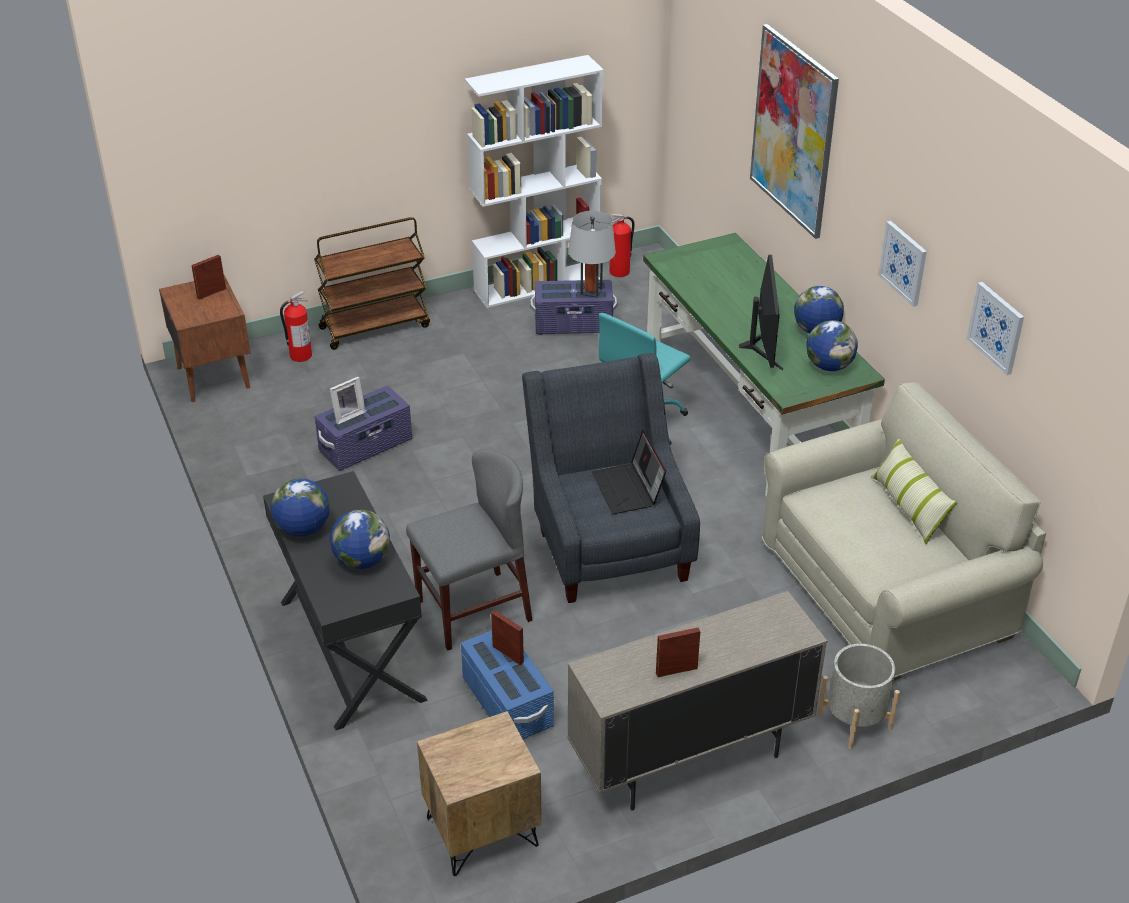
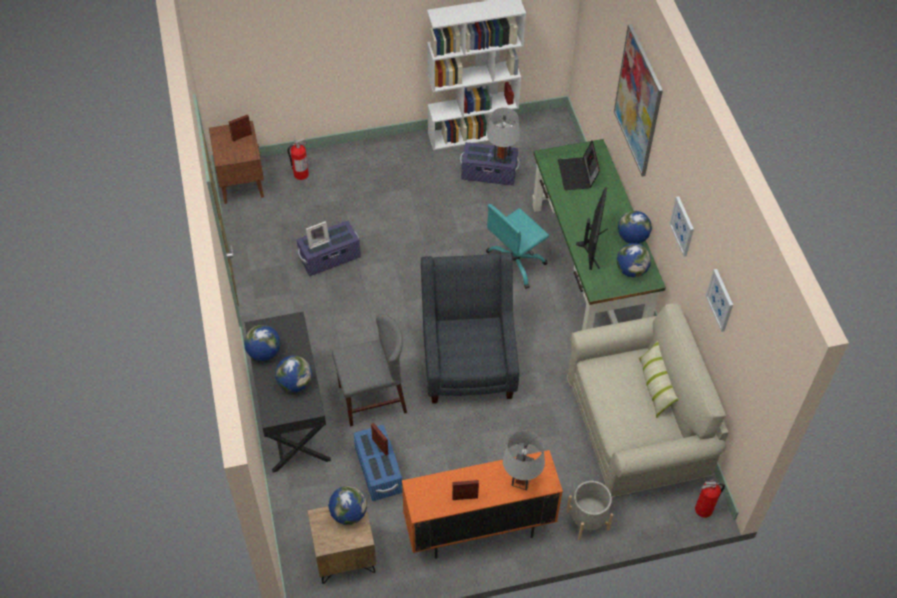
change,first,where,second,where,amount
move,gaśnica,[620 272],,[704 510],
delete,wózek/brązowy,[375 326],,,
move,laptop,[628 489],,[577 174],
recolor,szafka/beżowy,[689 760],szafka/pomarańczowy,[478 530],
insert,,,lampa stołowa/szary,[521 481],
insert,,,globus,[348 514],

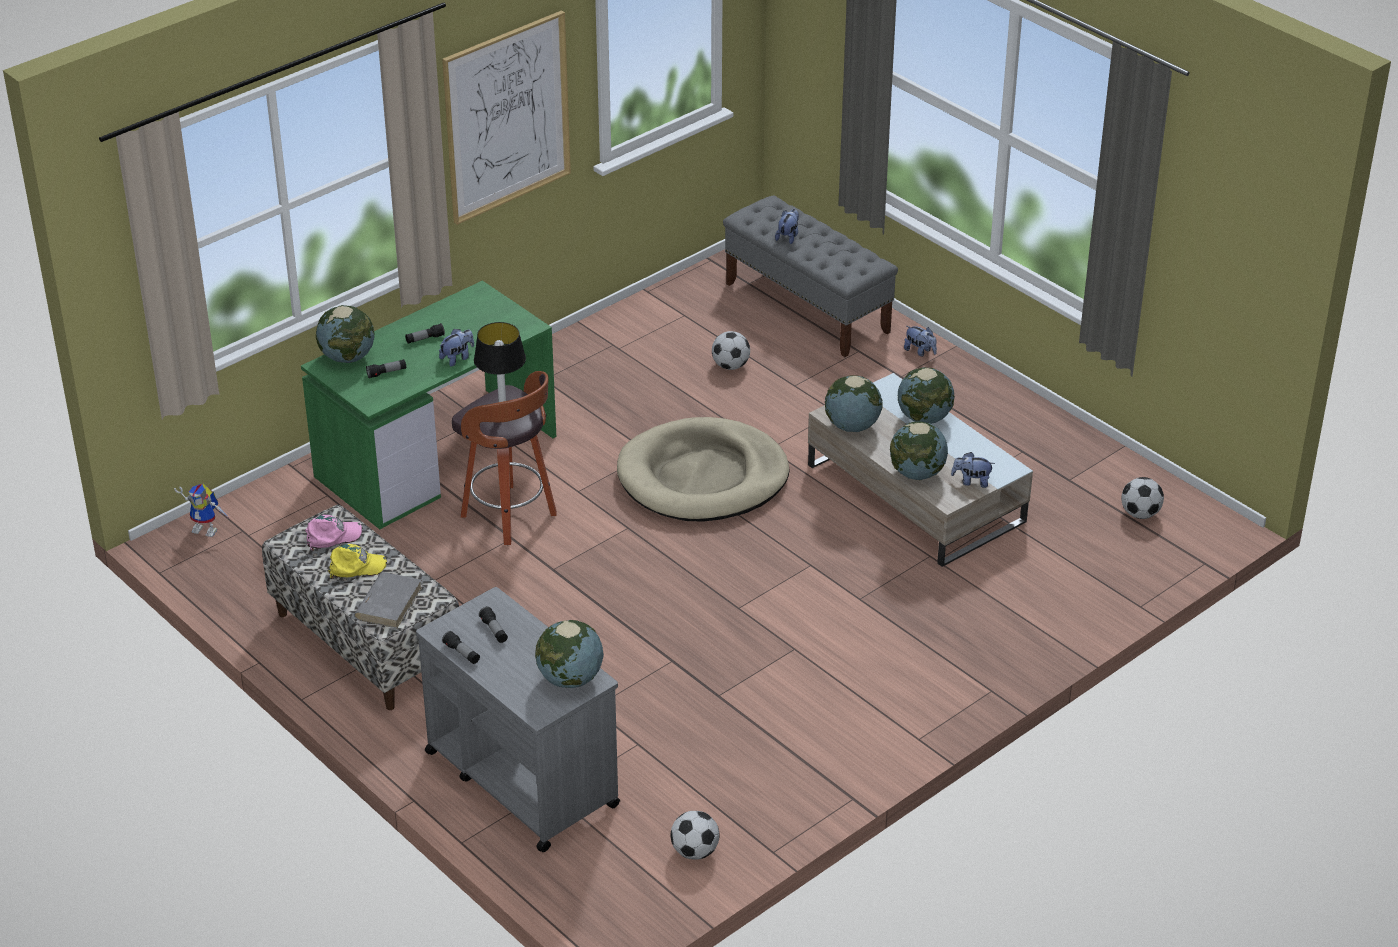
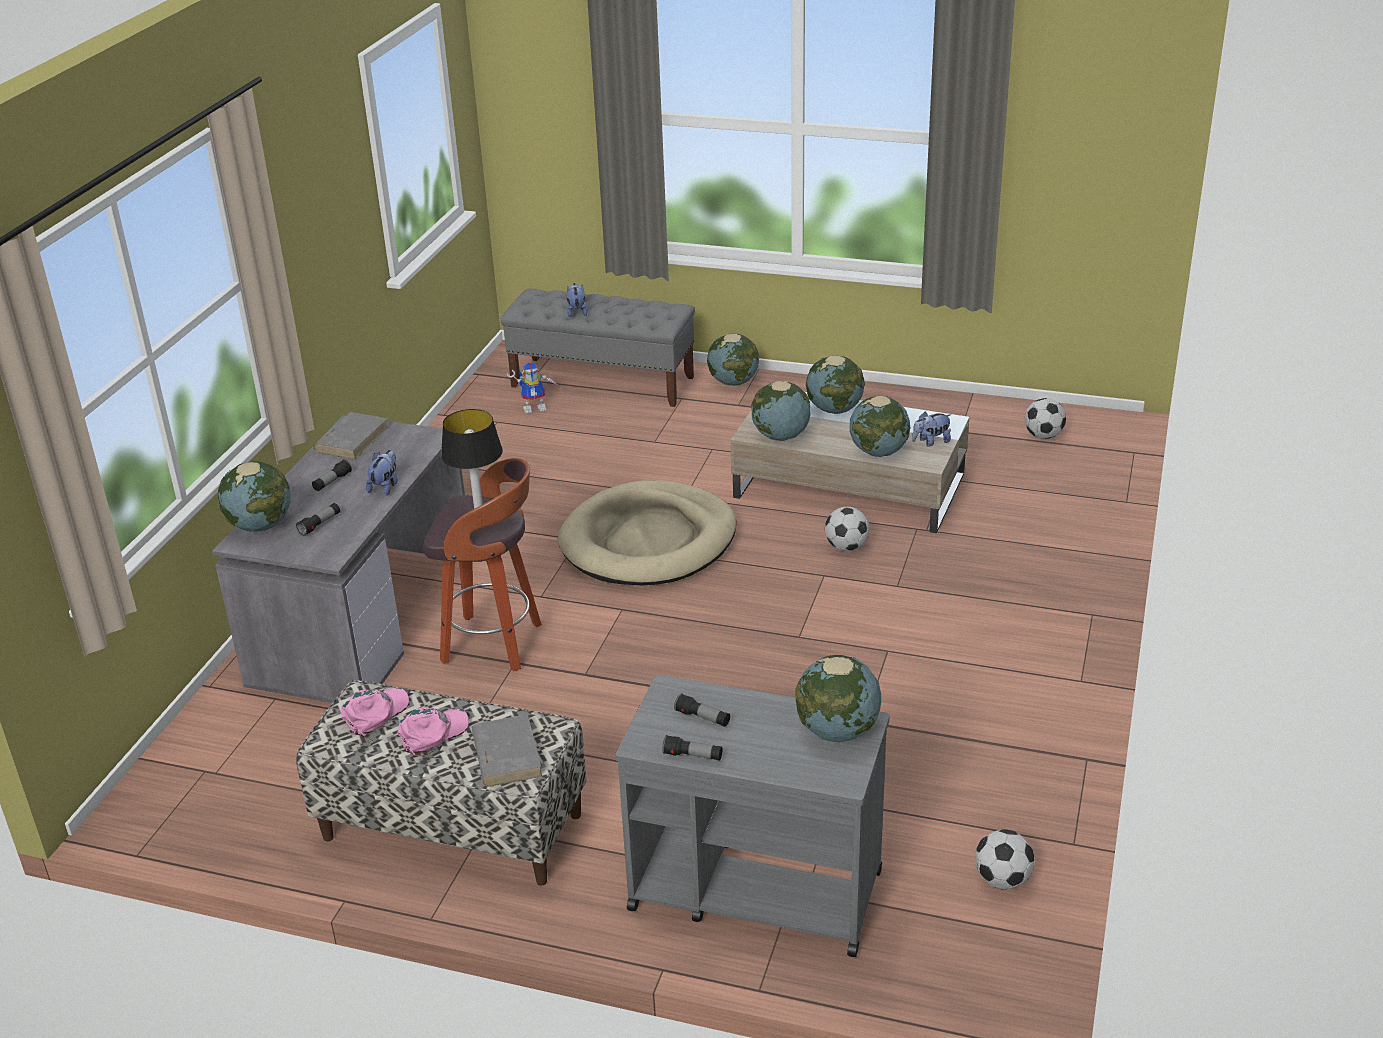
change,first,where,second,where,amount
delete,obraz,[507 117],,,
recolor,biurko/zielony,[436 455],biurko/szary,[363 618],
replace,pluszak,[920 351],globus,[734 382],
move,piłka futbolowa,[730 366],,[846 547],
move,robot zabawkowy,[208 529],,[536 407],
recolor,czapka z daszkiem/żółty,[356 566],czapka z daszkiem/różowy,[433 733],
insert,,,książka/szary,[352 439],

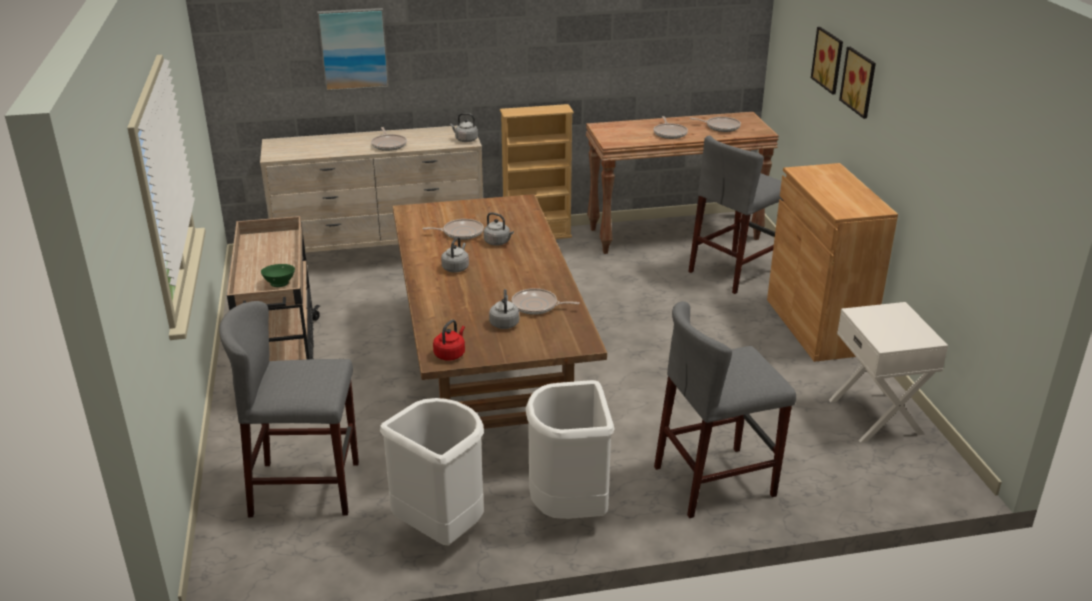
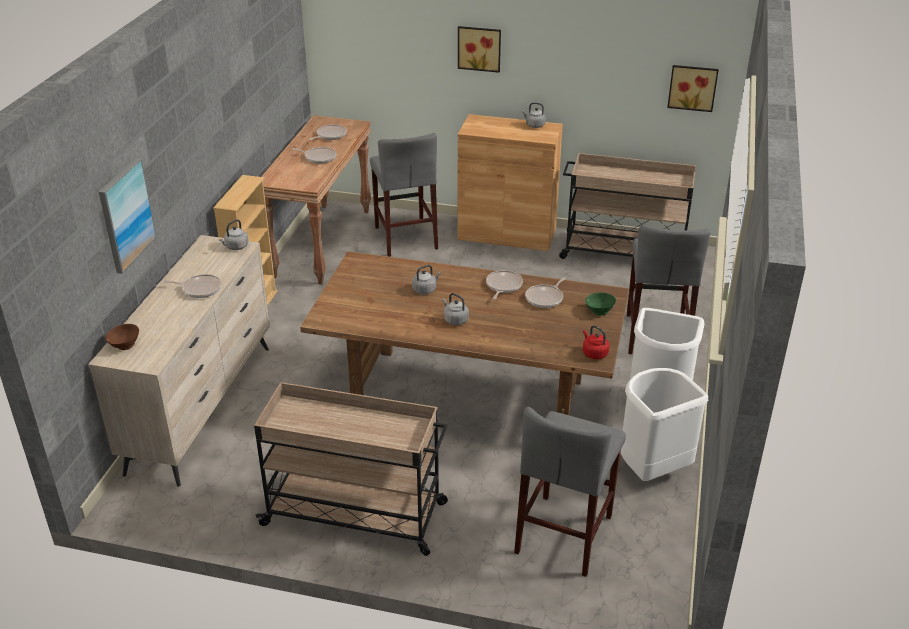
change,first,where,second,where,amount
move,obraz,[830 60],,[692 87],
move,patelnia,[460 233],,[503 286],
move,miska/zielony,[280 283],,[599 311],
move,czajnik/szary,[504 323],,[534 125],
replace,szafka nocna/biały,[877 416],wózek/beżowy,[623 253],
insert,,,miska/brązowy,[124 345],

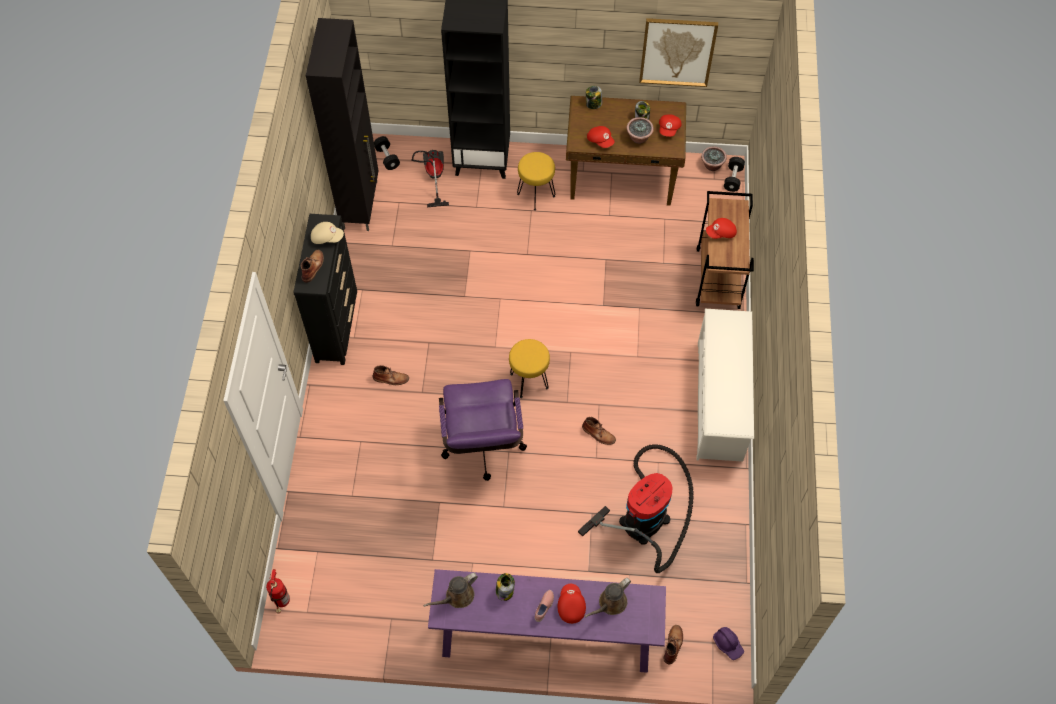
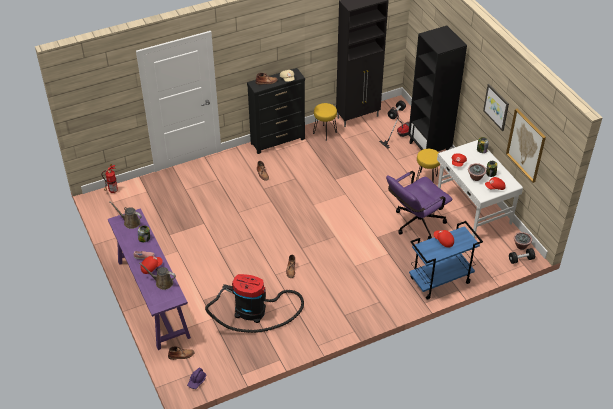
change,first,where,second,where,amount
recolor,biurko/brązowy,[622 177],biurko/biały,[473 209],
recolor,wózek/brązowy,[718 279],wózek/niebieski,[440 281],
delete,regał na buty/biały,[720 402],,,
move,stołek/żółty,[529 380],,[325 132],
move,krzesło biurowe/fioletowy,[483 449],,[415 224],
insert,,,obraz,[496 107],

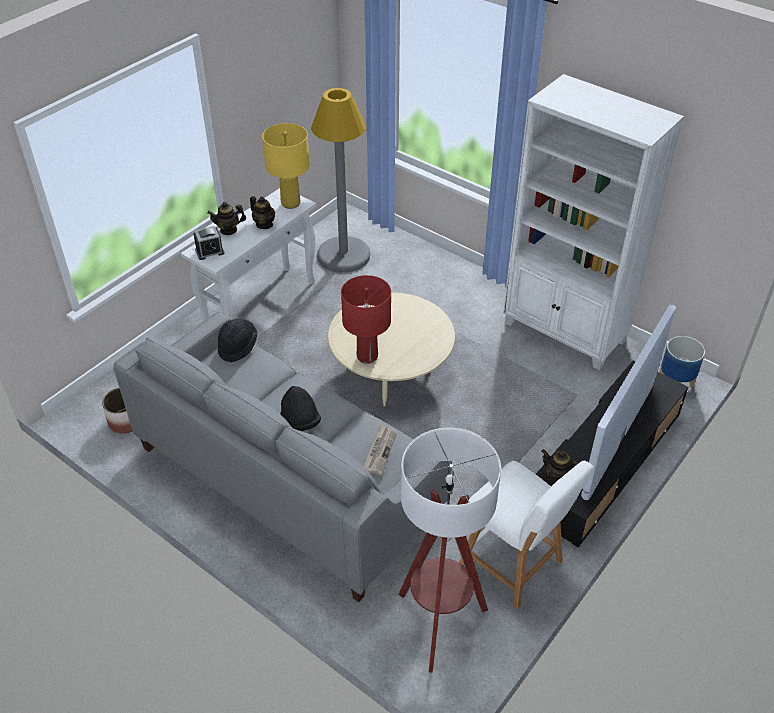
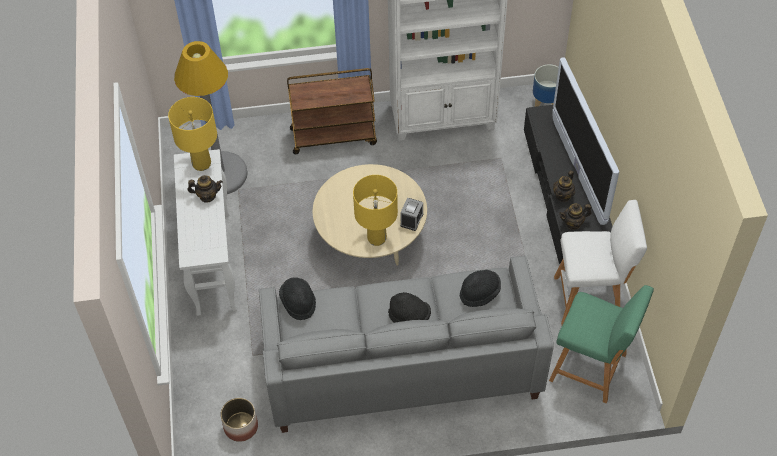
change,first,where,second,where,amount
move,imbryk,[228 230],,[563 195],
move,budzik,[209 252],,[411 219],
recolor,lampa stołowa/czerwony,[367 357],lampa stołowa/żółty,[377 239],
replace,gazeta,[380 451],kapelusz/czarny,[479 293],
replace,lampa stojąca,[439 623],stołek/zielony,[592 369],
insert,,,wózek/brązowy,[334 136],

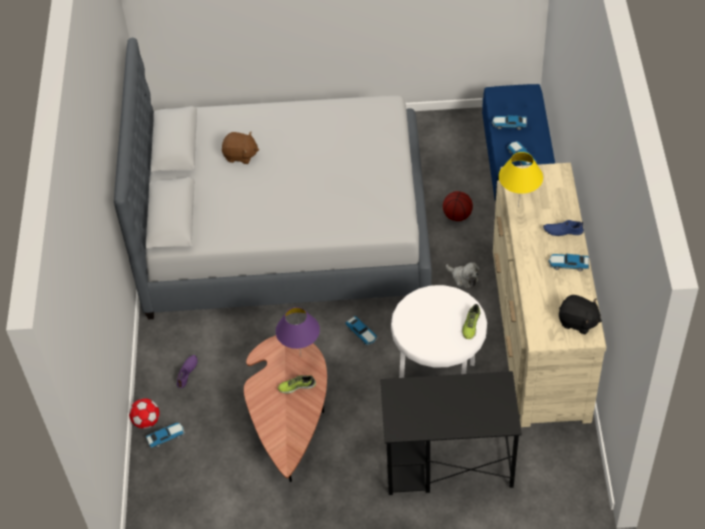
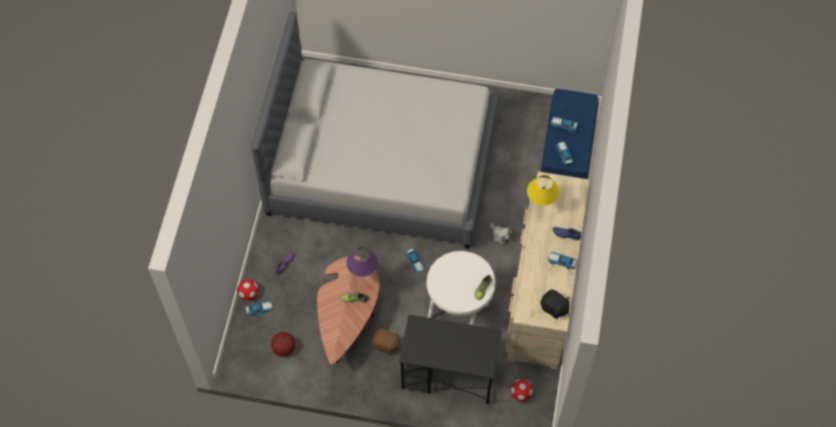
change,first,where,second,where,amount
move,pluszak/brązowy,[240 155],,[386 345],
move,piłka do koszykówki,[457 216],,[283 348],
insert,,,piłka futbolowa,[521 394],

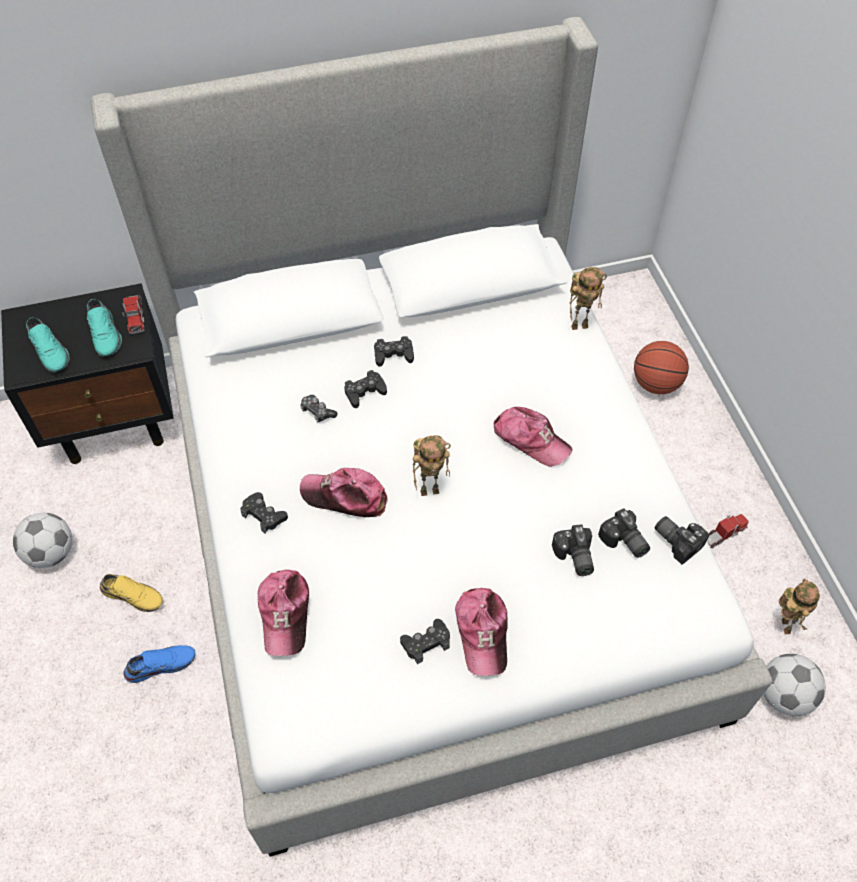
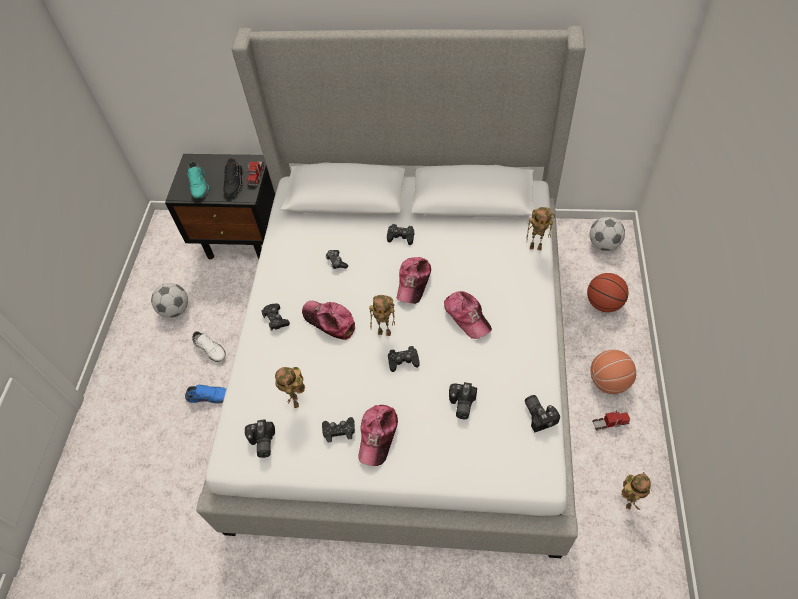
change,first,where,second,where,amount
recolor,but/turkusowy,[106 334],but/czarny,[235 182],
move,pad do gier/czarny,[364 392],,[403 361],
move,aparat fotograficzny,[623 542],,[261 443],
move,czapka z daszkiem,[285 614],,[413 282],
recolor,but/żółty,[134 595],but/biały,[211 349],
move,piłka futbolowa,[784 695],,[604 244],
insert,,,piłka do koszykówki,[609 381],
insert,,,robot zabawkowy,[297 402],

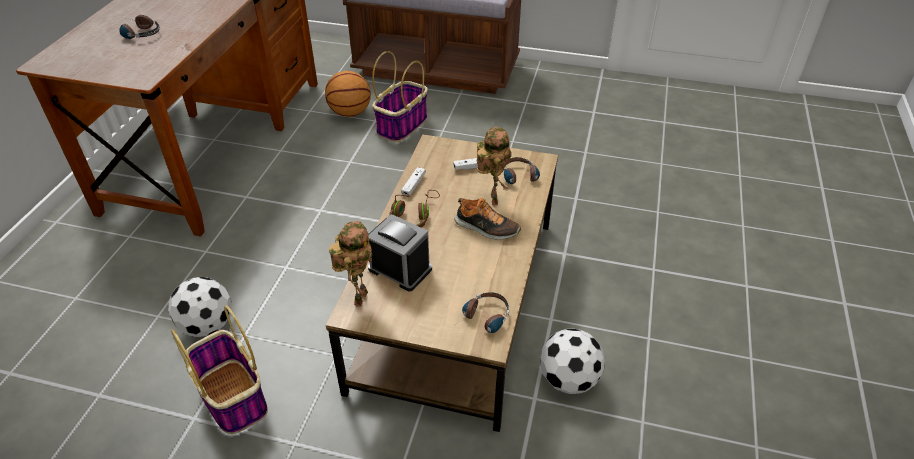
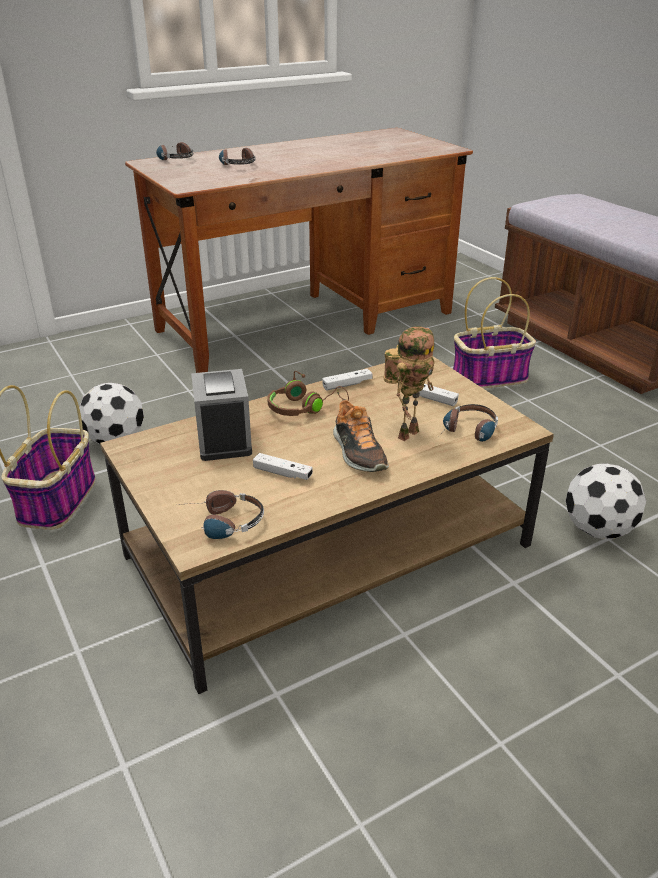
change,first,where,second,where,amount
delete,piłka do koszykówki,[350 113],,,
delete,robot zabawkowy,[359 296],,,
move,piłka futbolowa,[569 379],,[599 530],
insert,,,słuchawki,[174 158],
insert,,,pad do gier/biały,[282 473],

